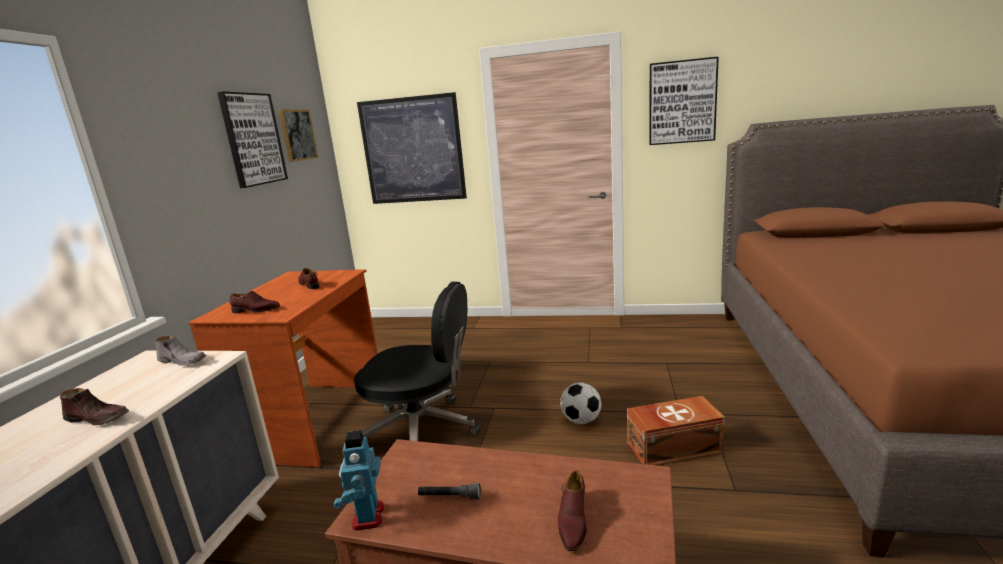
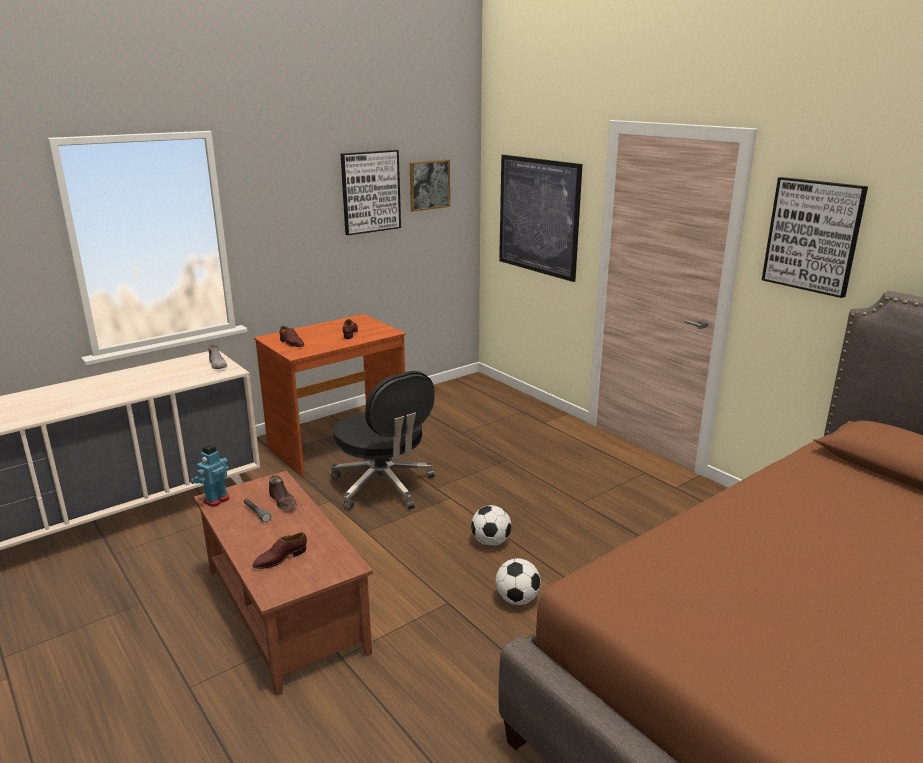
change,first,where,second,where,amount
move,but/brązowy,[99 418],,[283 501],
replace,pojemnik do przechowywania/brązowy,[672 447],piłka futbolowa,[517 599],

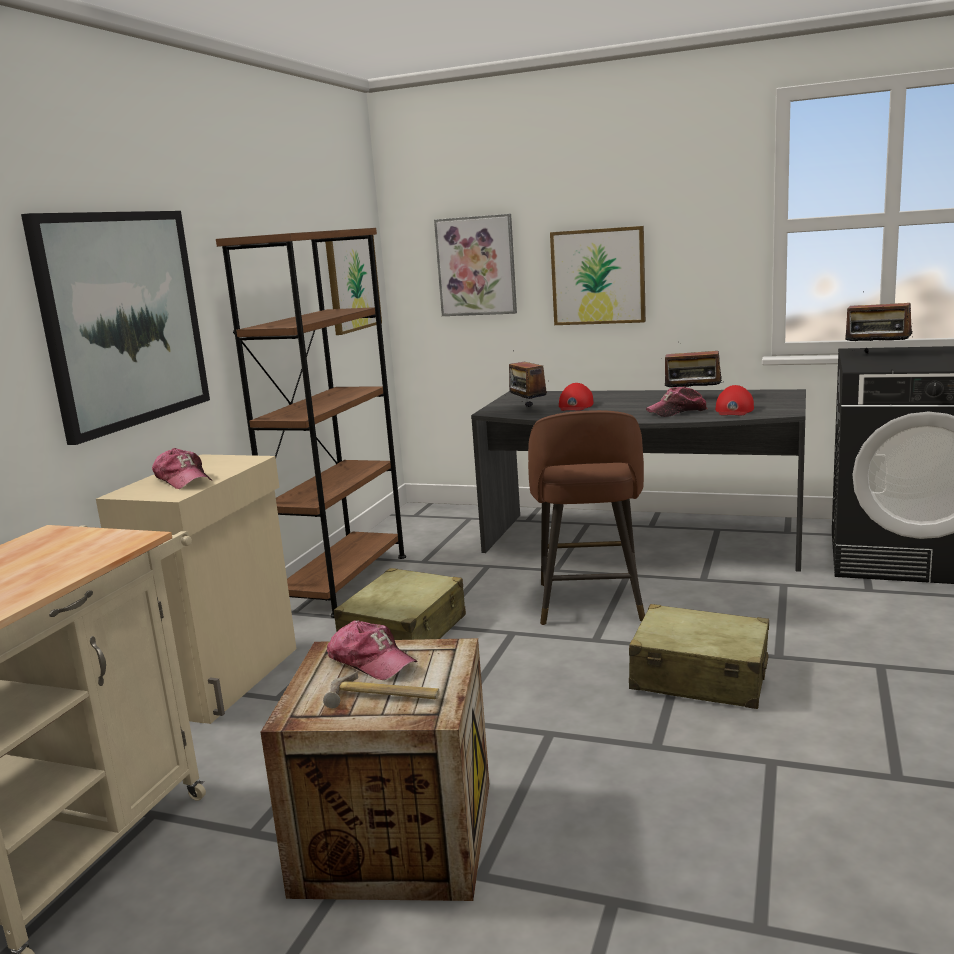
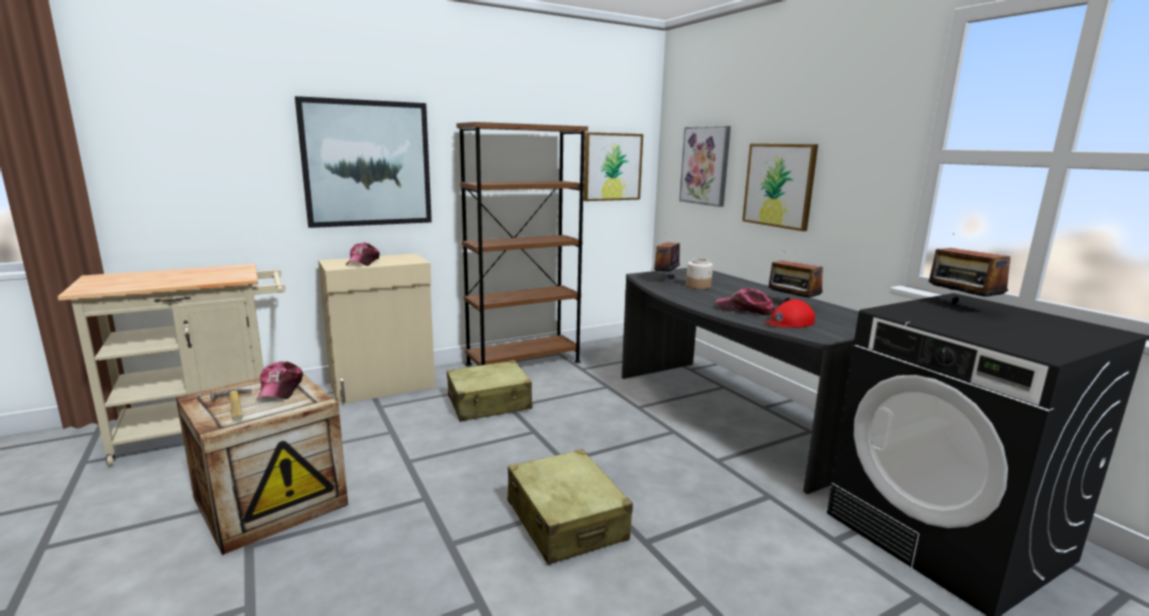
change,first,where,second,where,amount
replace,czapka z daszkiem/czerwony,[575 406],słoik,[698 286],
delete,stołek/brązowy,[590 604],,,

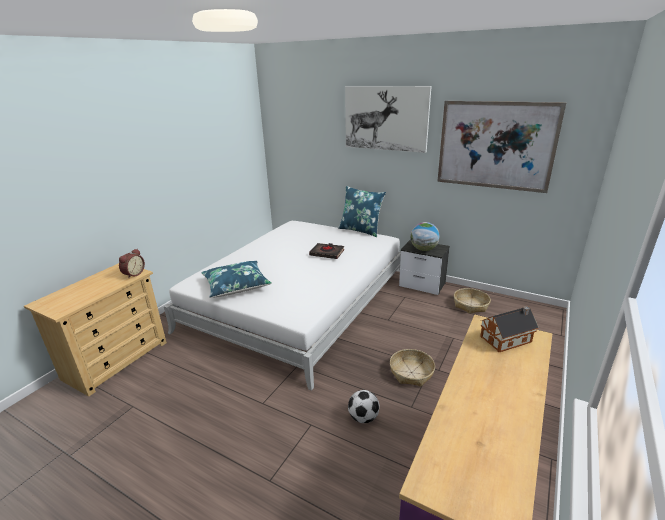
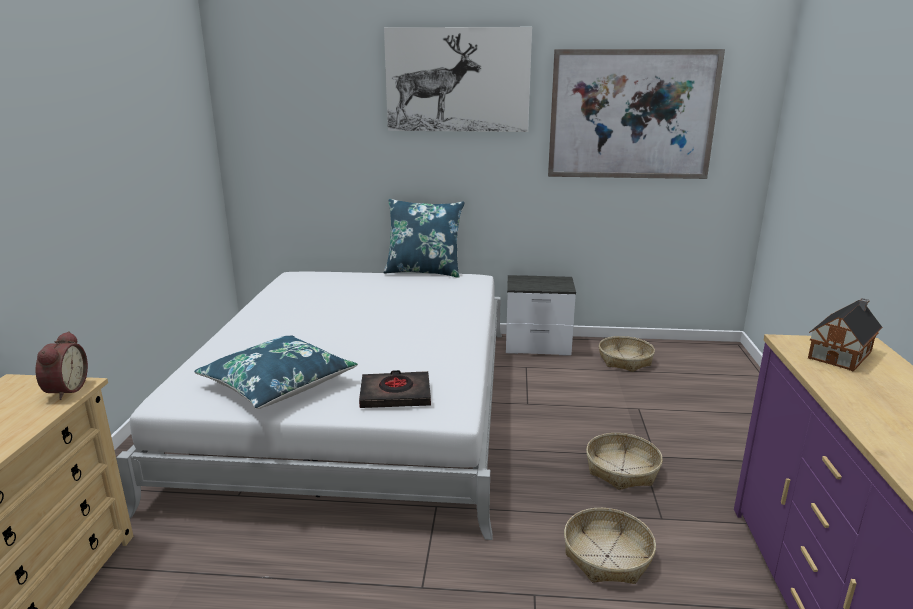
change,first,where,second,where,amount
delete,globus,[423 249],,,
move,książka/czarny,[327 253],,[395 395],
replace,piłka futbolowa,[363 418],koszyk,[607 556],

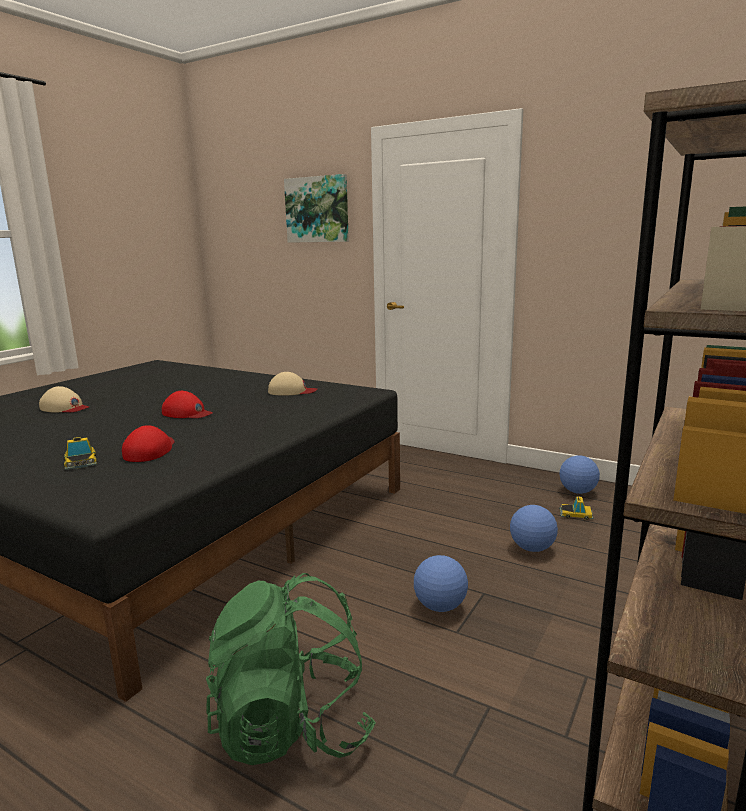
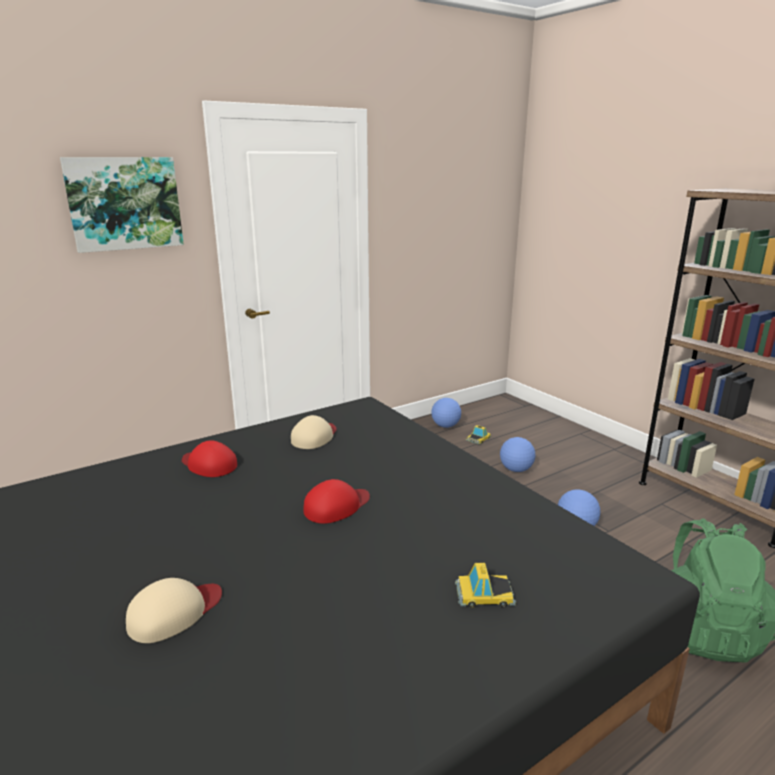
change,first,where,second,where,amount
move,czapka z daszkiem/czerwony,[150 450],,[209 464],

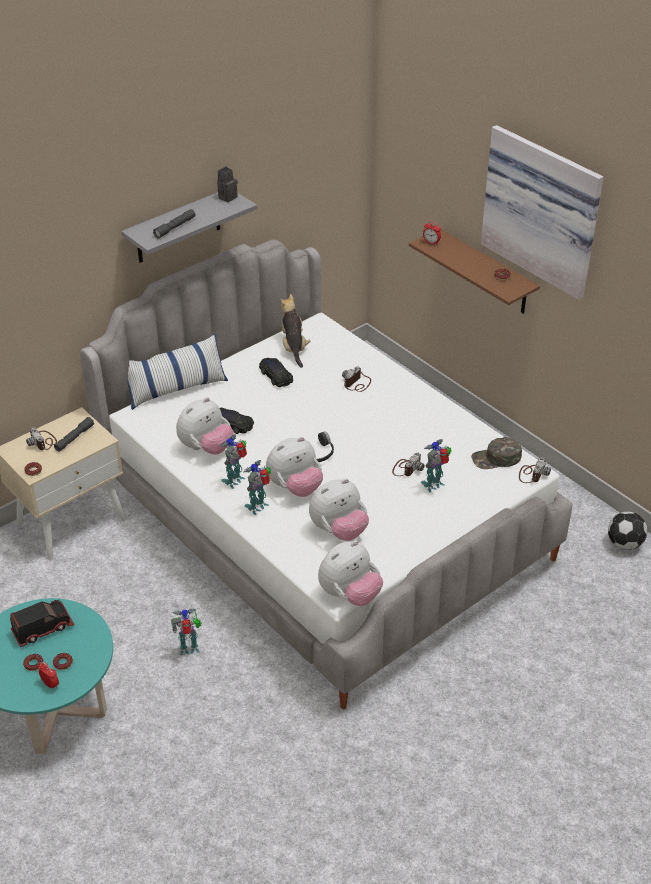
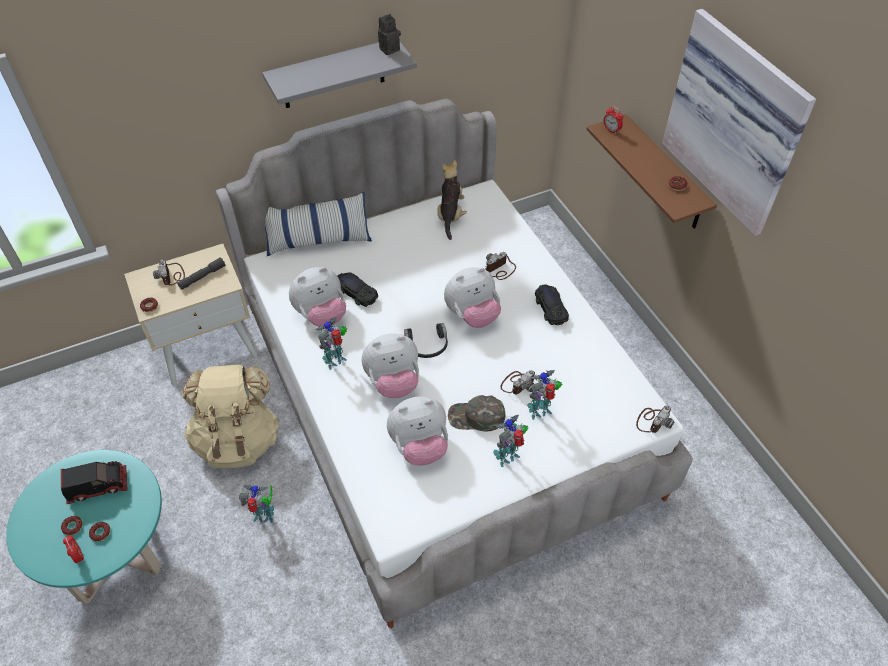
change,first,where,second,where,amount
delete,latarka/szary,[175 227],,,
move,samochodzik/czarny,[275 375],,[550 307],
move,czapka z daszkiem/zielony,[496 458],,[476 417],
move,robot zabawkowy,[258 506],,[508 457],
delete,piłka futbolowa,[624 543],,,
move,pluszak,[349 594],,[472 315],
insert,,,plecak/beżowy,[238 440],

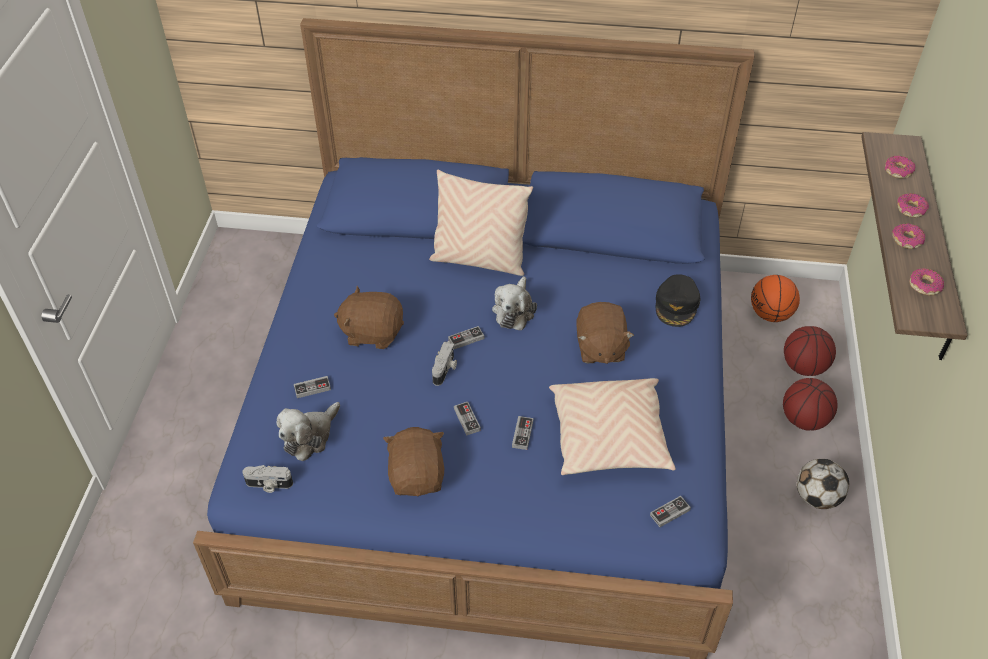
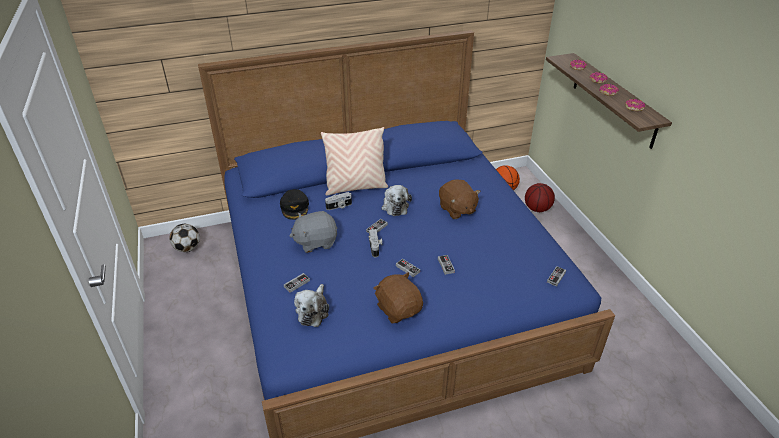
change,first,where,second,where,amount
move,czapka z daszkiem/czarny,[677 305],,[295 207],
recolor,pluszak/brązowy,[372 332],pluszak/szary,[315 242],
delete,poduszka/beżowy,[609 438],,,
delete,piłka do koszykówki,[804 419],,,
move,piłka futbolowa,[817 497],,[187 248],
move,aparat fotograficzny,[269 485],,[339 206],

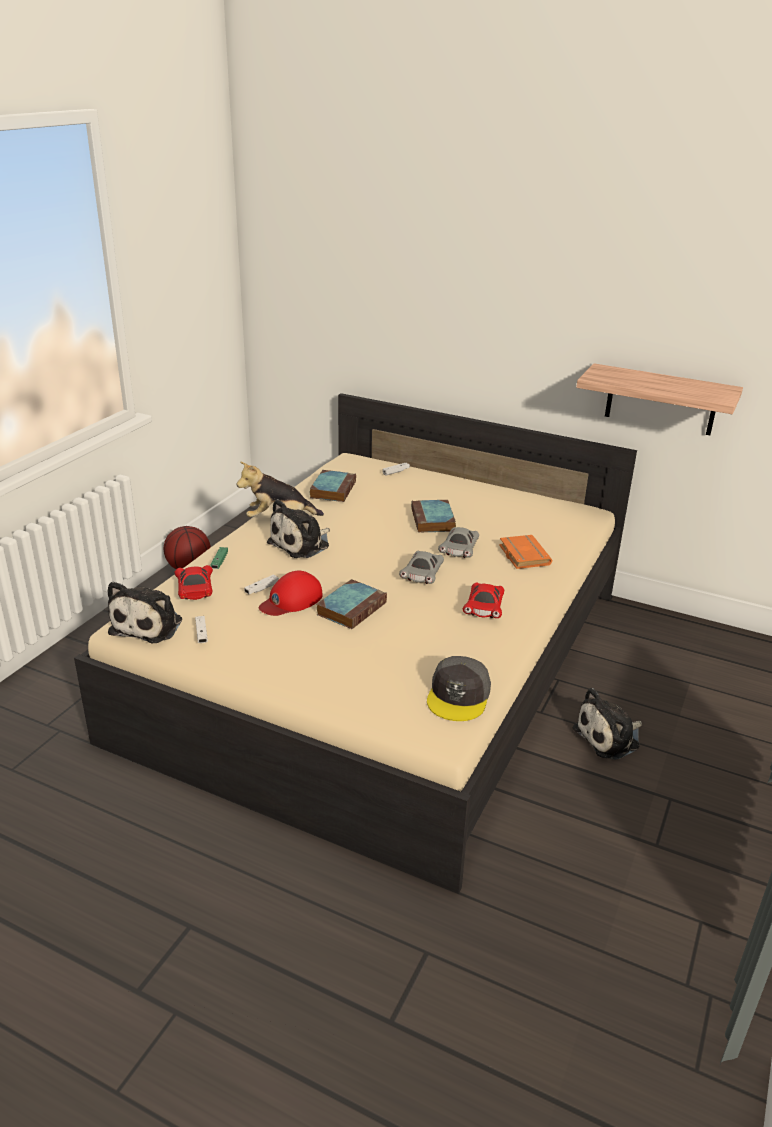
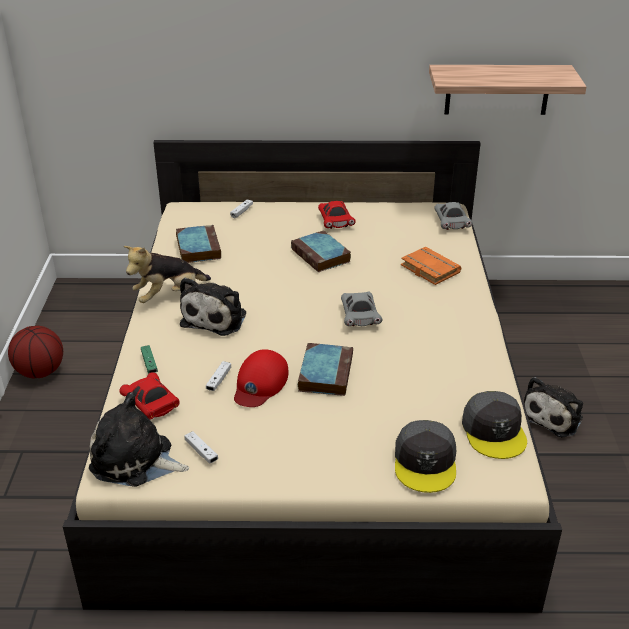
change,first,where,second,where,amount
move,samochodzik/szary,[459 550],,[451 223],
rotate,pluszak,[149 624],,[135 460],120 degrees clockwise
move,samochodzik/czerwony,[484 608],,[335 222],
insert,,,czapka z daszkiem/szary,[425 462],

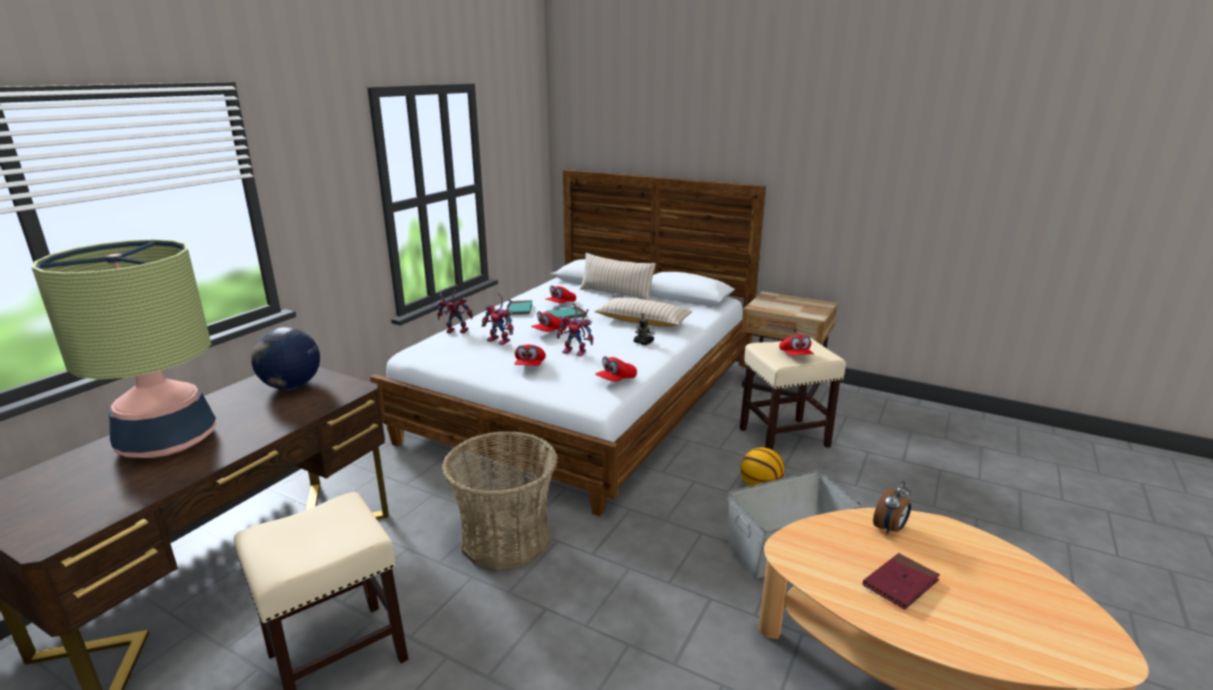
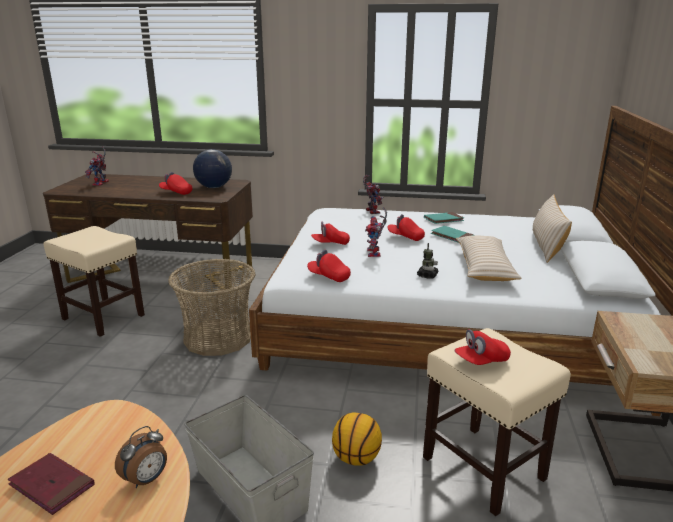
change,first,where,second,where,amount
delete,lampa stołowa,[168 441],,,
move,czapka z daszkiem/czerwony,[560 304],,[176 192],
move,robot zabawkowy,[501 341],,[101 184],
rotate,budzik,[890 529],,[146 480],75 degrees counterclockwise

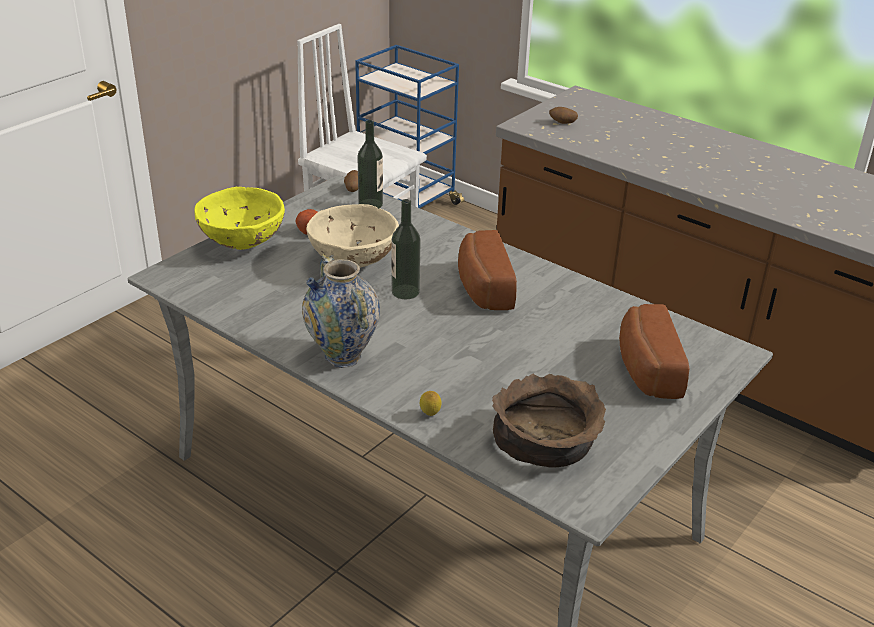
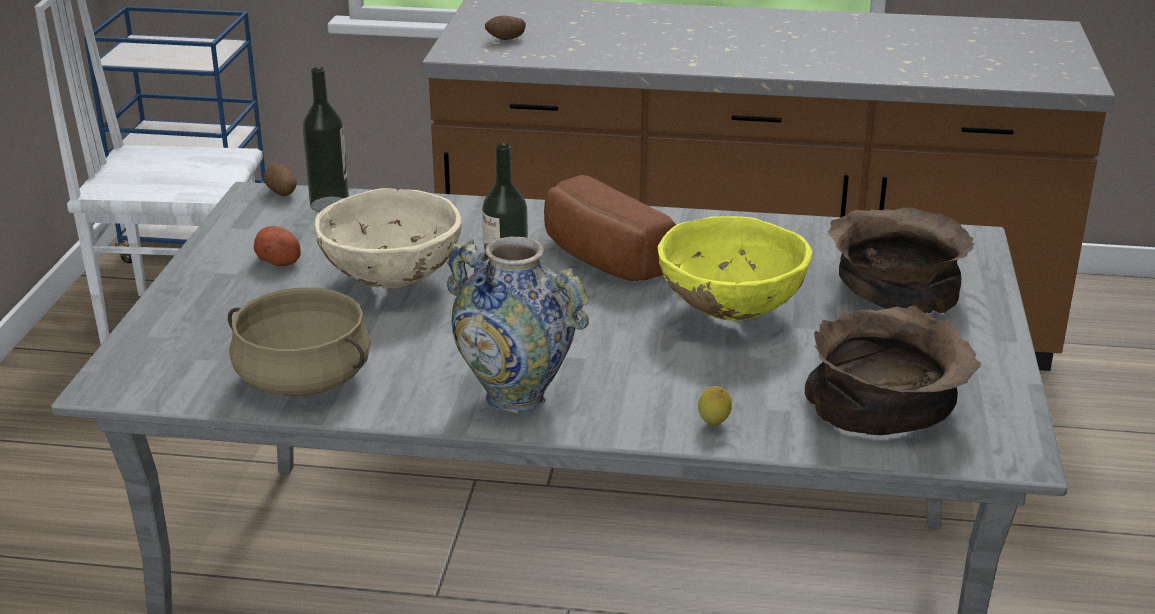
change,first,where,second,where,amount
move,miska/żółty,[243 244],,[730 312],
replace,chleb,[645 369],miska/brązowy,[896 287],
insert,,,garnek/beżowy,[302 379],

